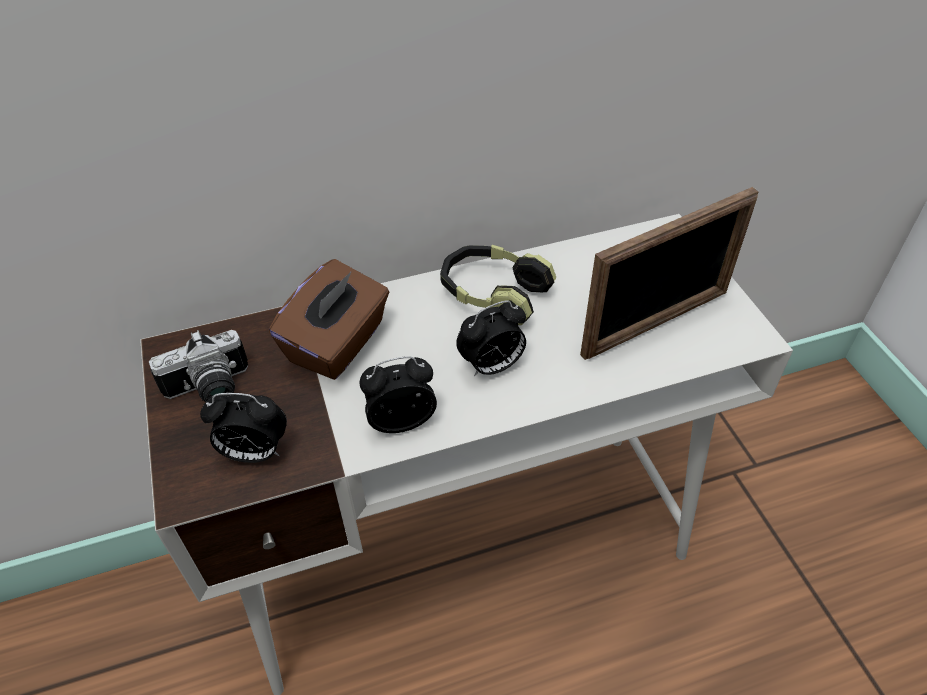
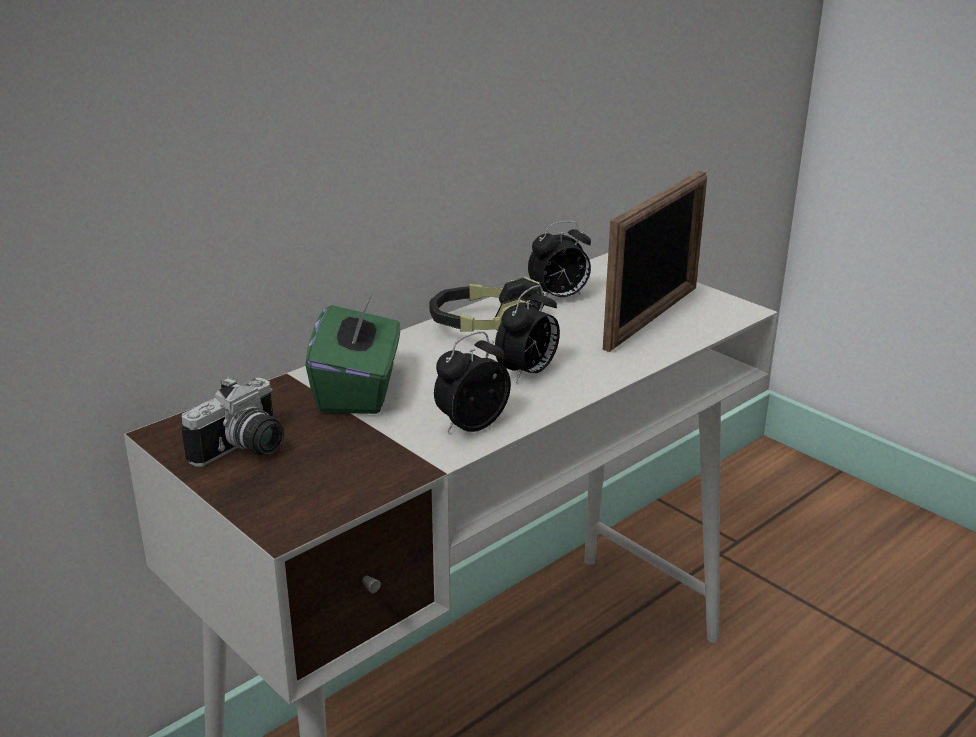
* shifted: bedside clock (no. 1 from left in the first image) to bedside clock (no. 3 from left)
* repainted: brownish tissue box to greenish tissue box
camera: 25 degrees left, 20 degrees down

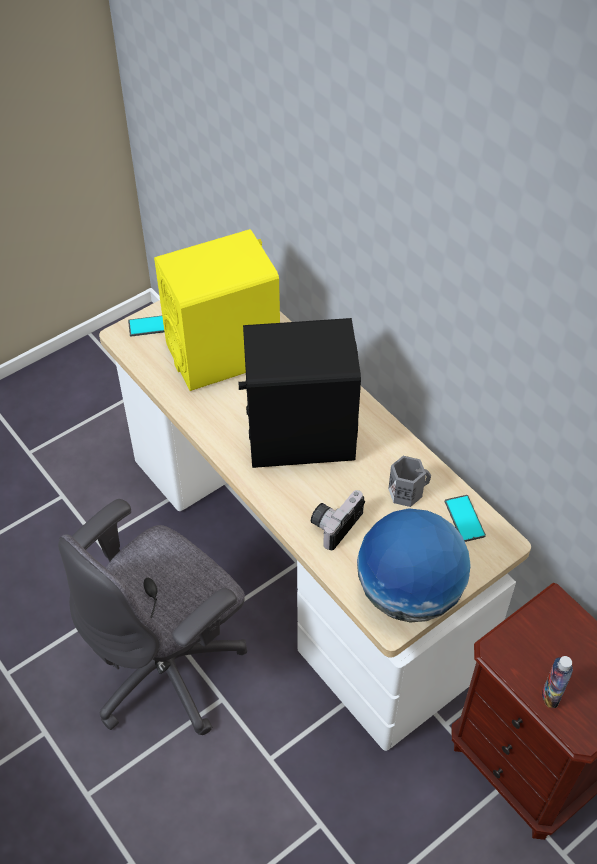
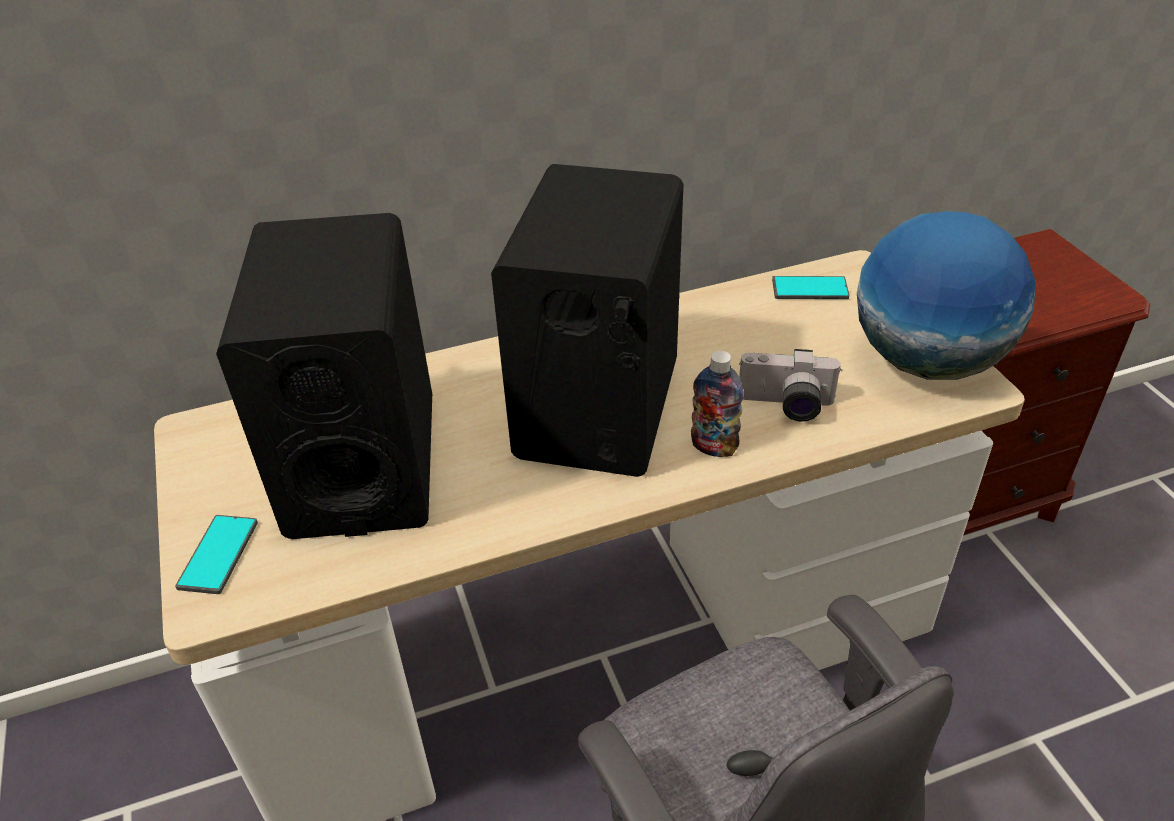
* gone: greyish tea mug
* shifted: bottle
* repainted: yellowish audio speaker to blackish audio speaker (no. 1 from left)
* rotated: photo camera 45 degrees counterclockwise
camera: 70 degrees left, 10 degrees down

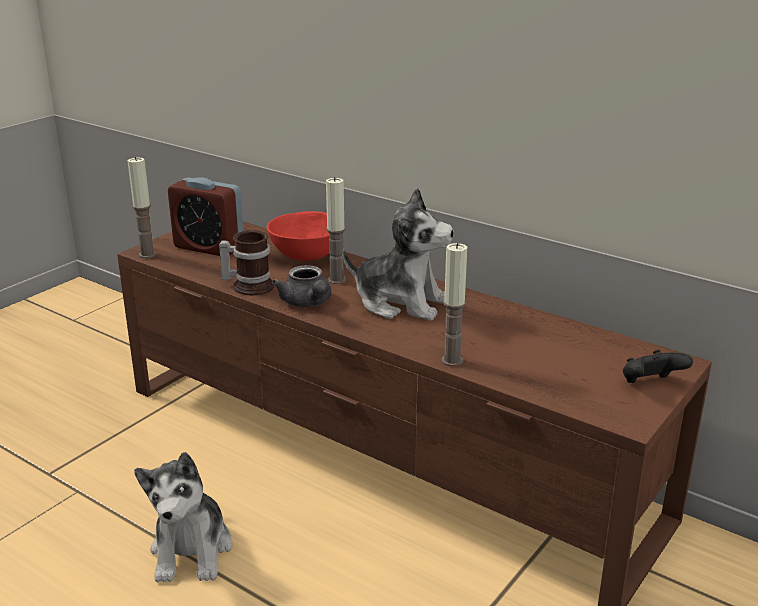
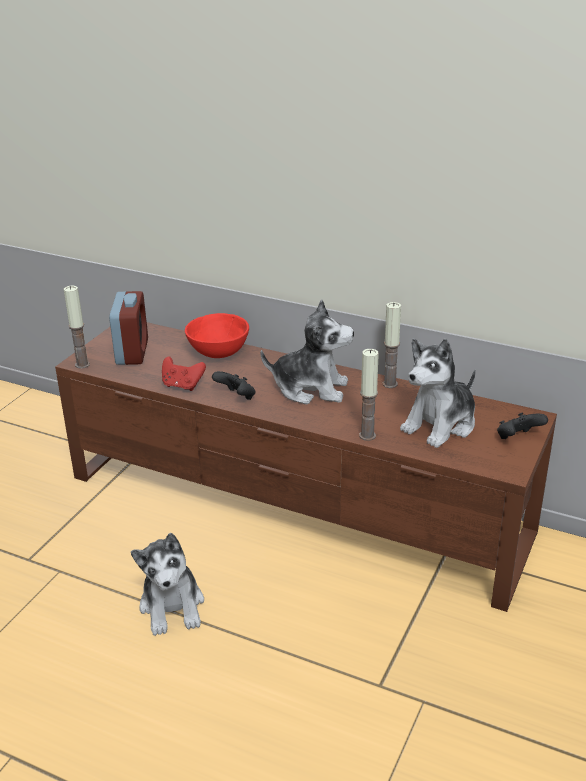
* new: cuddly toy (no. 3 from left)
* shifted: wax candle (no. 2 from left in the first image) to wax candle (no. 3 from left)
* swapped: tea mug to reddish joypad
* swapped: greyish tea pot to blackish joypad (no. 1 from left)
* rotated: bedside clock 105 degrees counterclockwise
camera: 10 degrees left, 5 degrees up

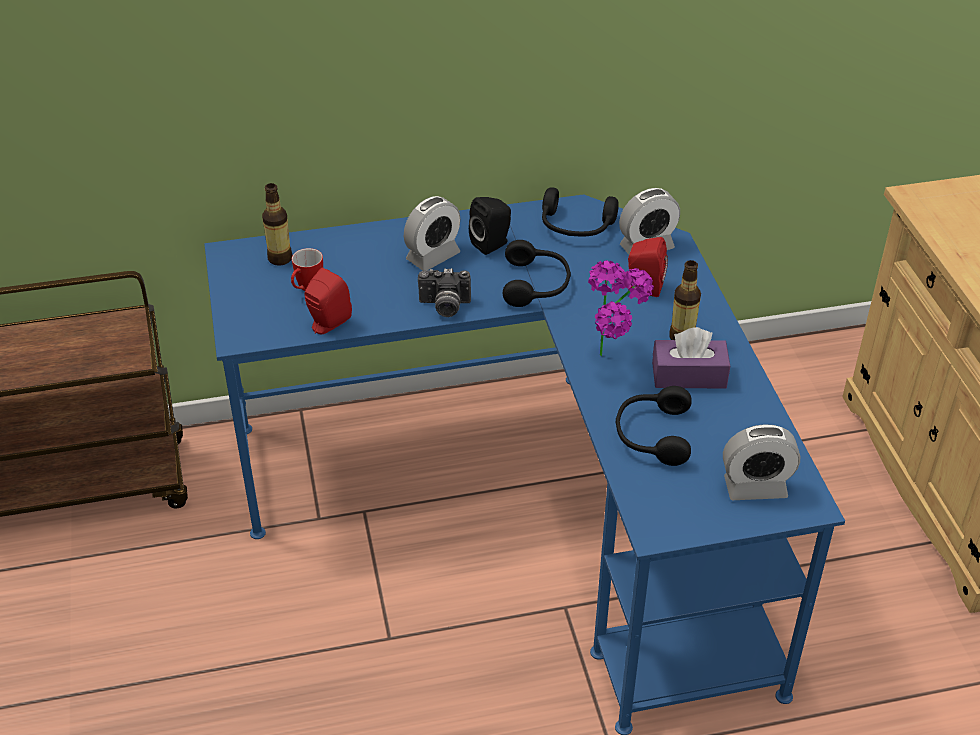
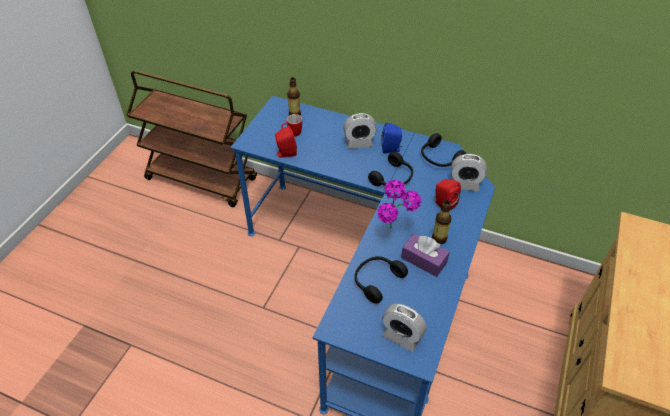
* gone: photo camera
* repainted: blackish audio speaker to bluish audio speaker
camera: 35 degrees right, 5 degrees up

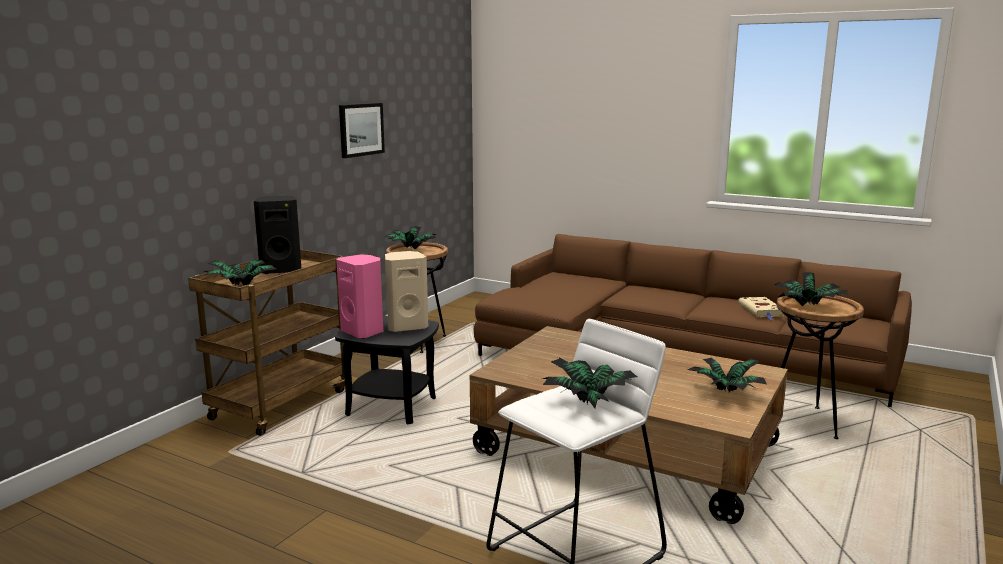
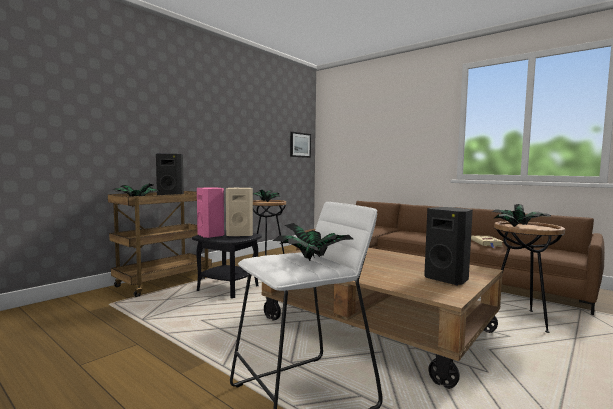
* shifted: picture
* swapped: houseplant (no. 4 from left) to blackish audio speaker (no. 2 from left)
camera: 10 degrees right, 10 degrees down

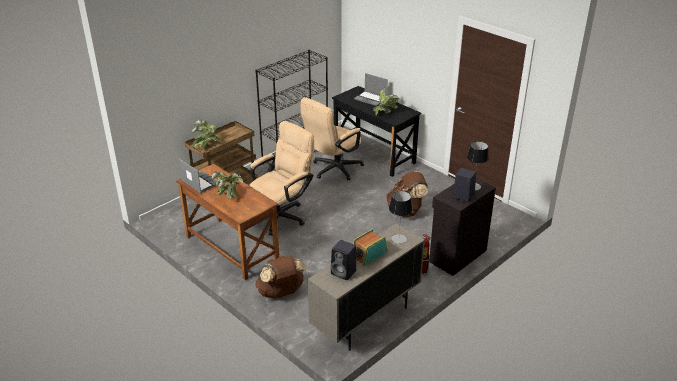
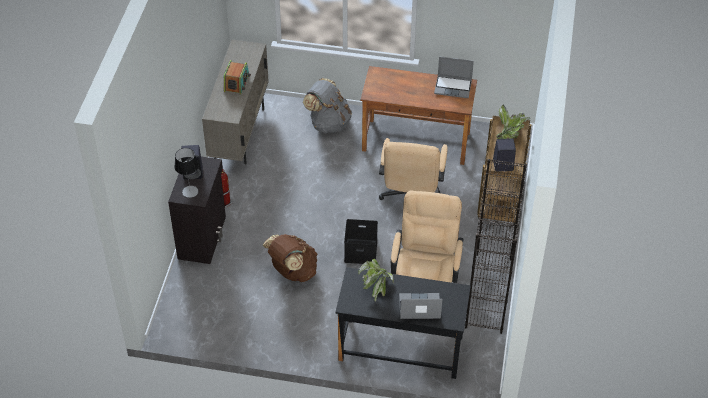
* gone: houseplant (no. 2 from left)
* gone: lamp for a table (no. 1 from left)
* new: blackish storage container
* shifted: blackish audio speaker (no. 1 from left in the first image) to blackish audio speaker (no. 2 from left)
* repainted: brownish knapsack (no. 1 from left) to greyish knapsack
camera: 145 degrees right, 15 degrees up

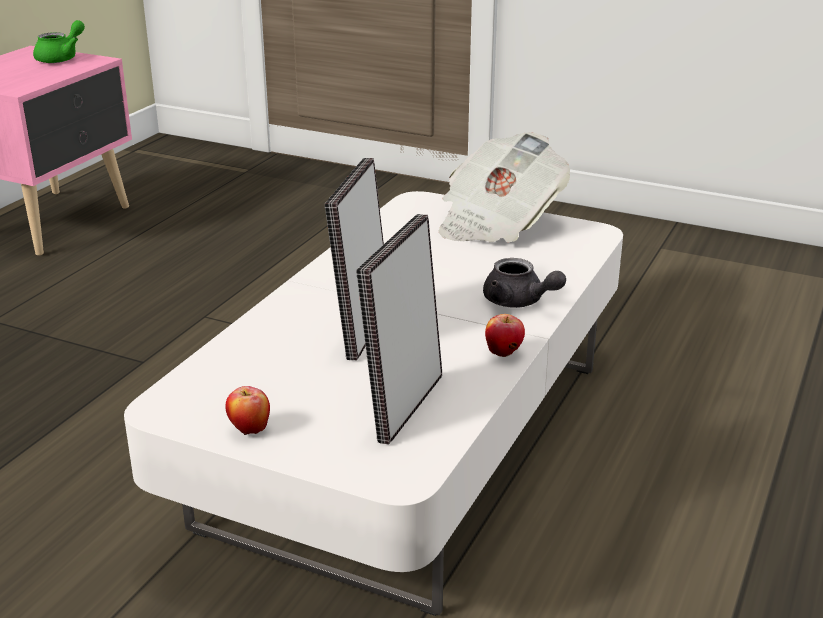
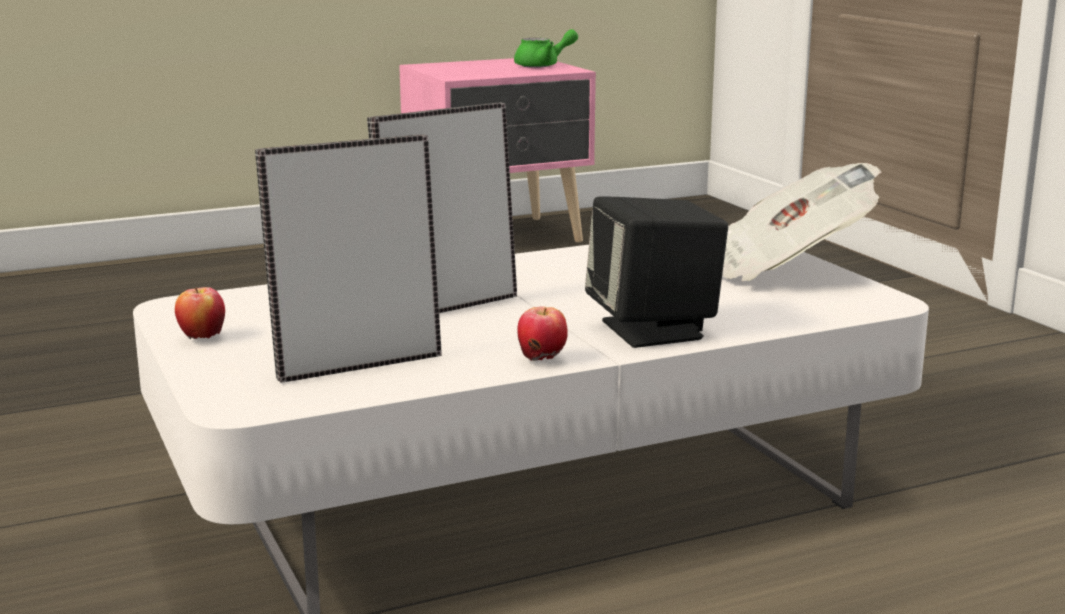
* swapped: greyish tea pot to blackish audio speaker
camera: 40 degrees right, 10 degrees down

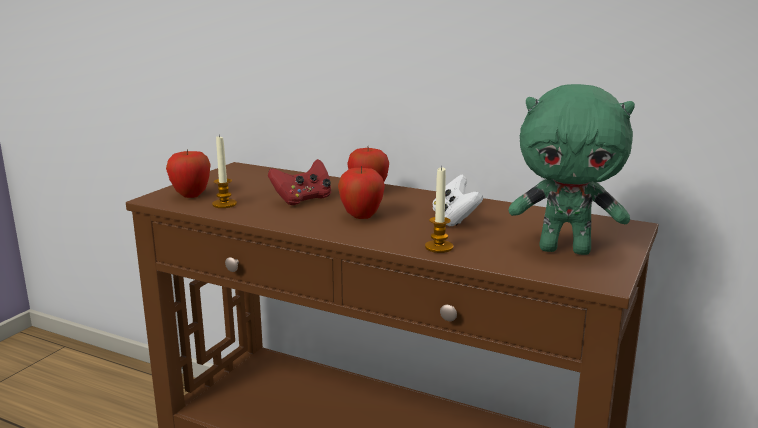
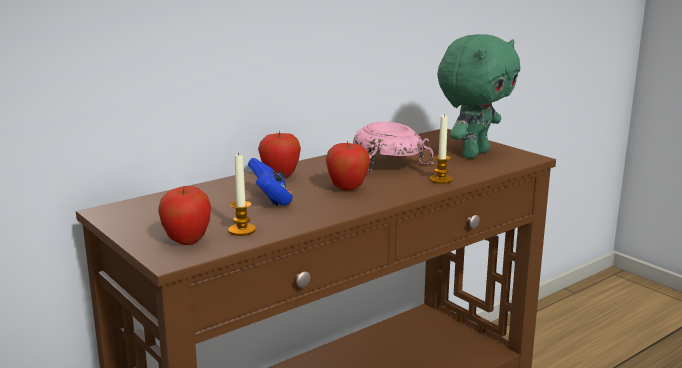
* swapped: white joypad to pink deep dish
* repainted: reddish joypad to bluish joypad
camera: 65 degrees left, 0 degrees up

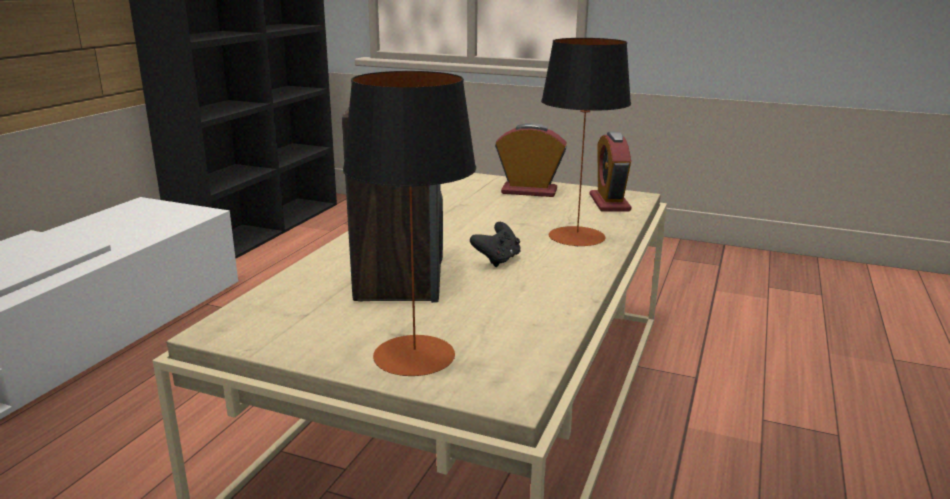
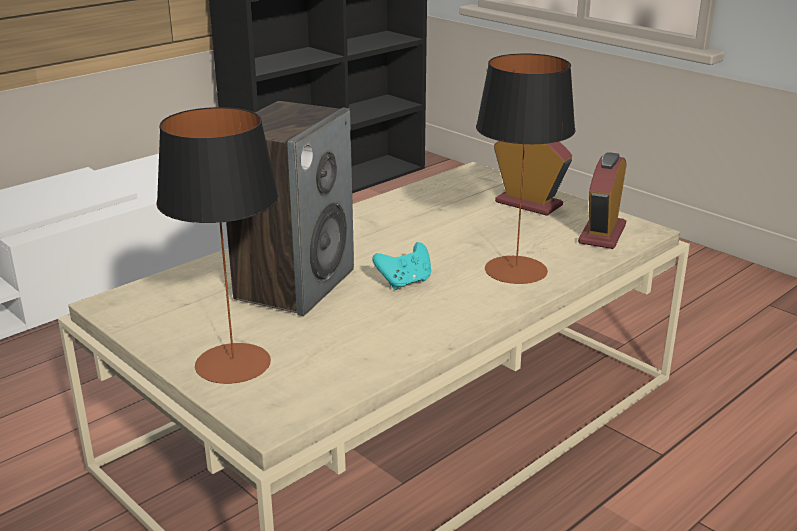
* repainted: blackish joypad to blue-green joypad
camera: 25 degrees right, 5 degrees up

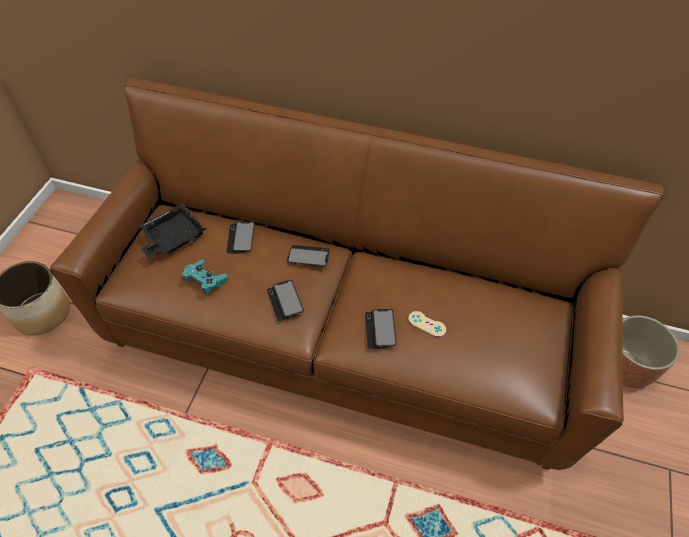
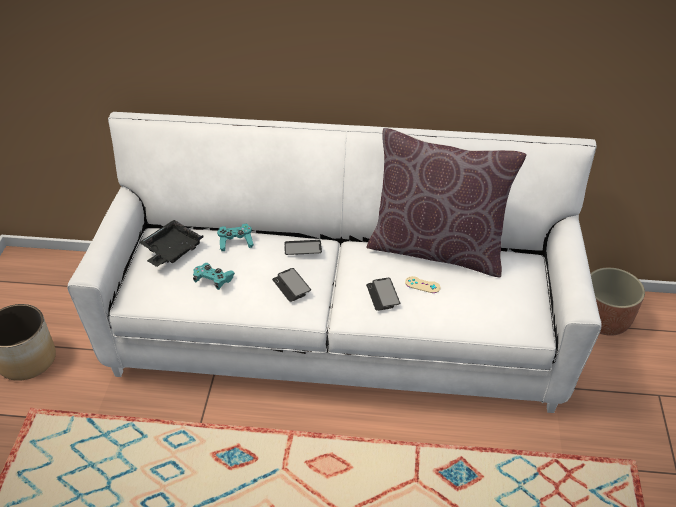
* new: brownish throw pillow
* swapped: telephone (no. 1 from left) to blue-green joypad (no. 2 from left)
* repainted: brownish settee to white settee
camera: 10 degrees left, 10 degrees down

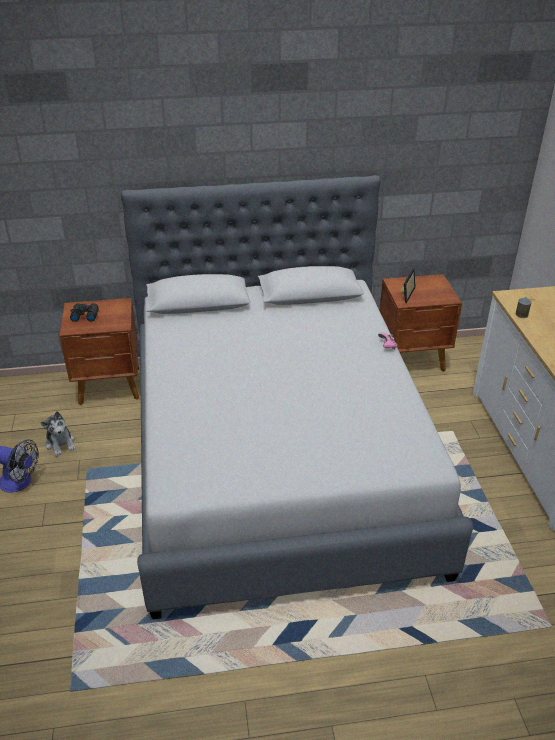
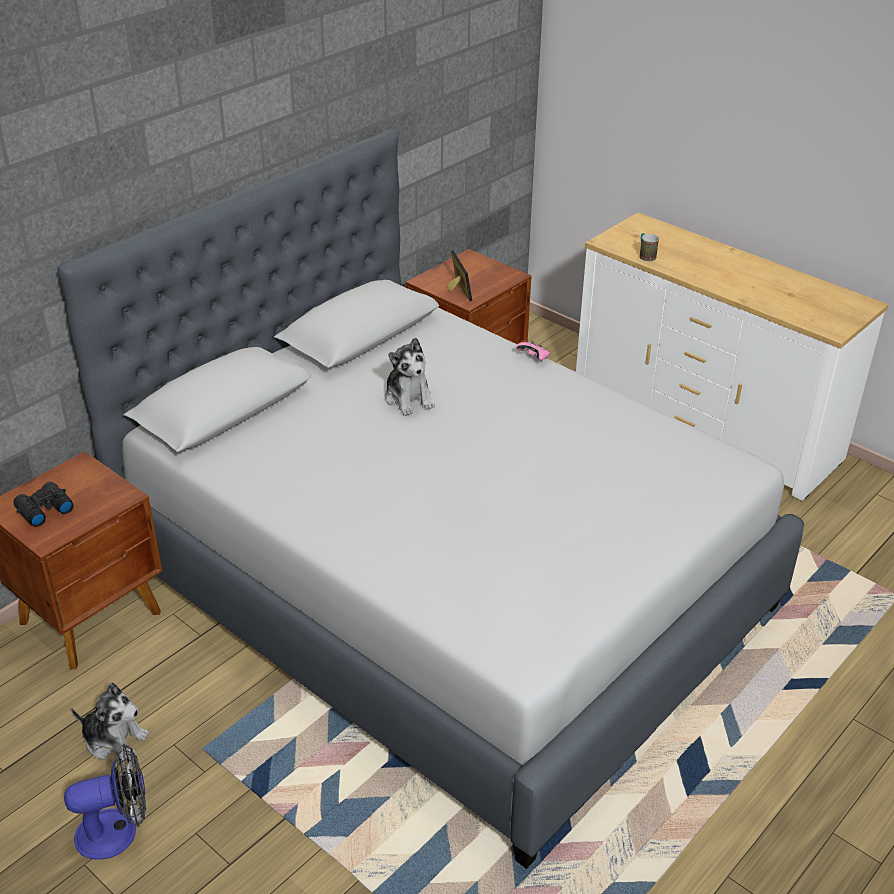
* new: cuddly toy (no. 2 from left)
camera: 40 degrees left, 0 degrees up

